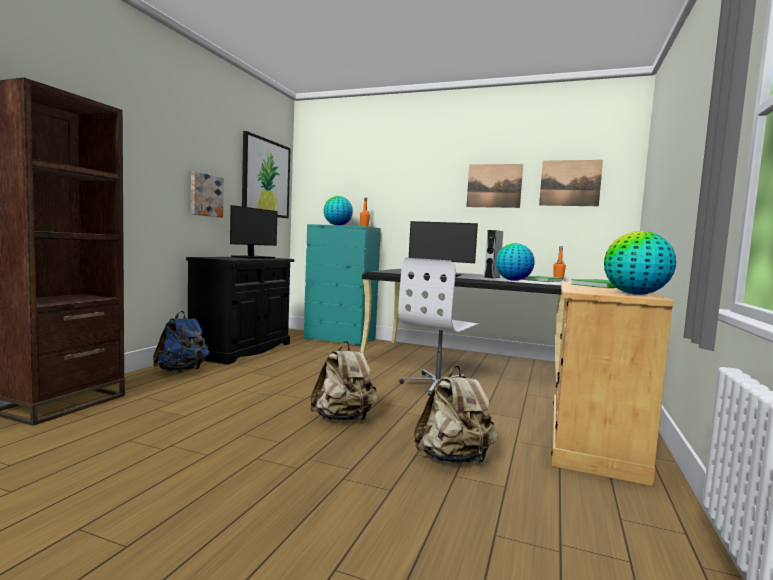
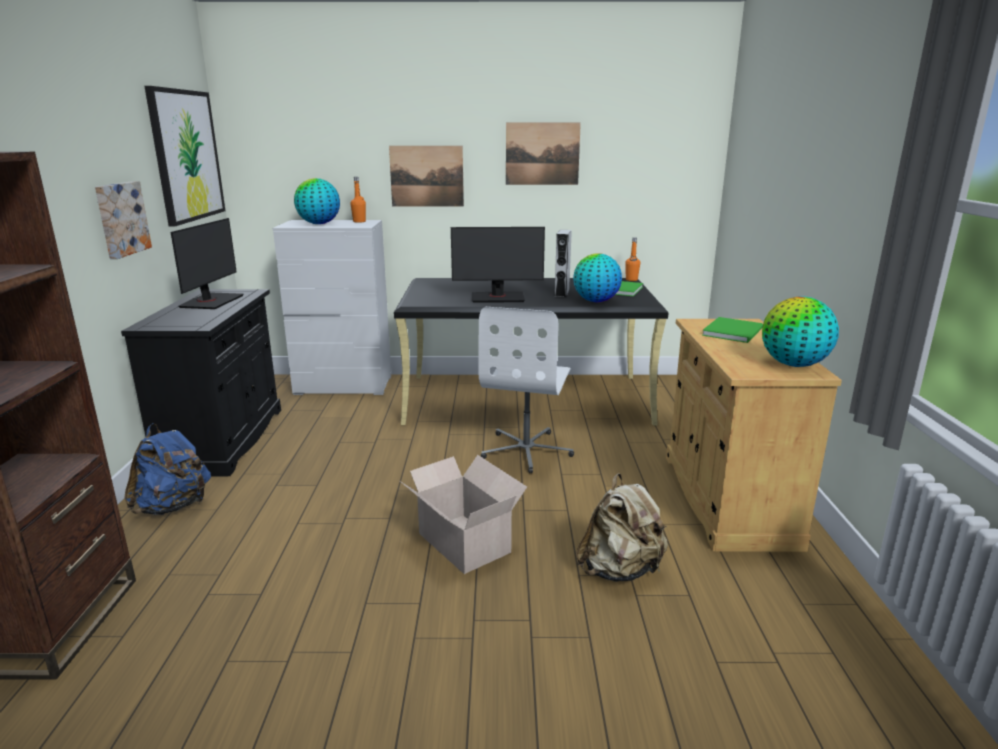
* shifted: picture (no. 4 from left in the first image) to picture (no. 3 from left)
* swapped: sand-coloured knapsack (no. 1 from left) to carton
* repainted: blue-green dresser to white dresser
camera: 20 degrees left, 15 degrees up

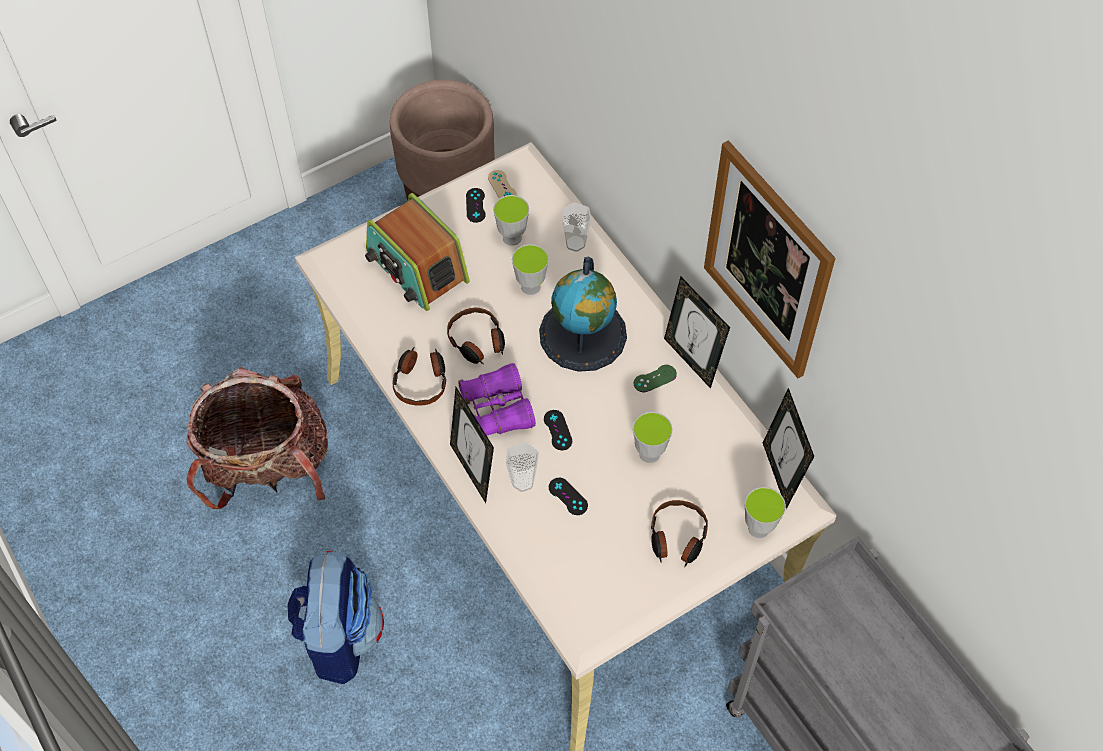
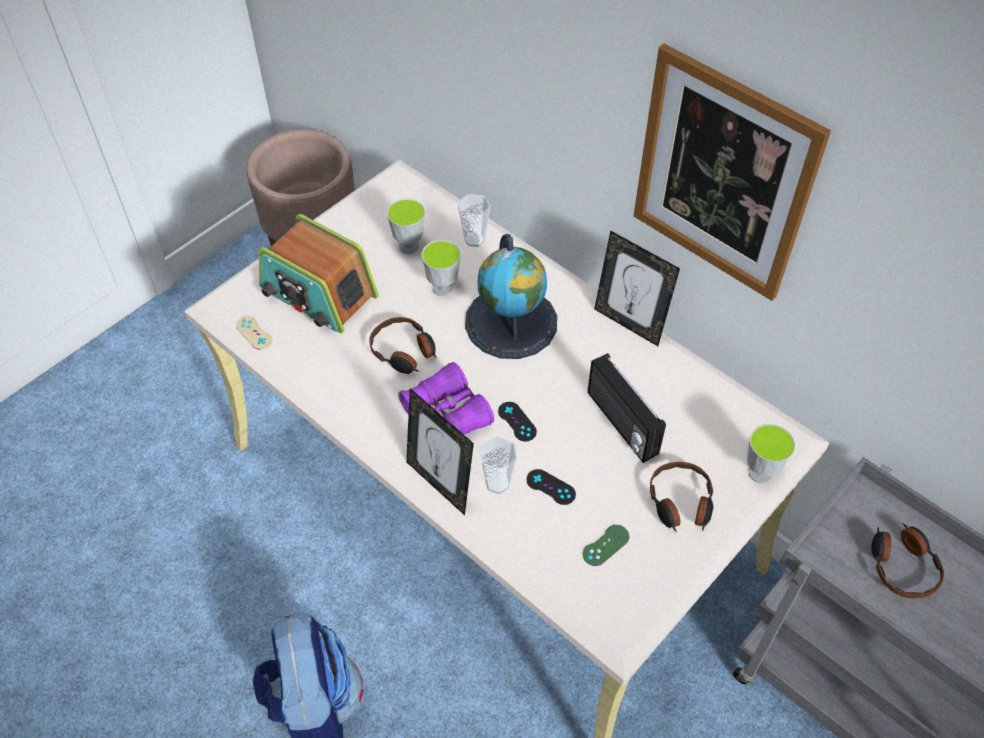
* gone: knapsack (no. 1 from left)
* gone: blackish joypad (no. 1 from left)
* gone: picture frame (no. 3 from left)
* shifted: pair of headphones (no. 1 from left in the first image) to pair of headphones (no. 3 from left)
* shifted: sand-coloured joypad
* shifted: greenish joypad
* swapped: small cup (no. 5 from left) to radio set (no. 2 from left)
camera: 15 degrees left, 5 degrees down

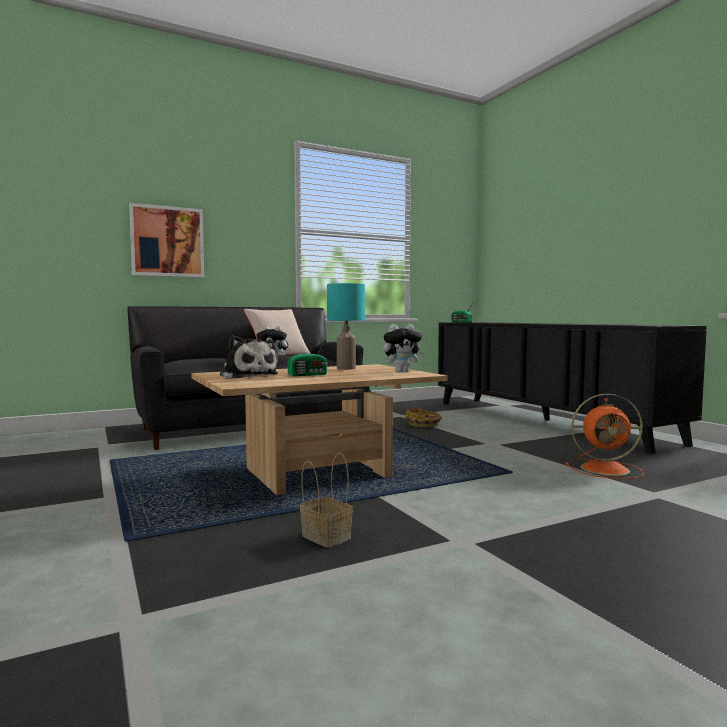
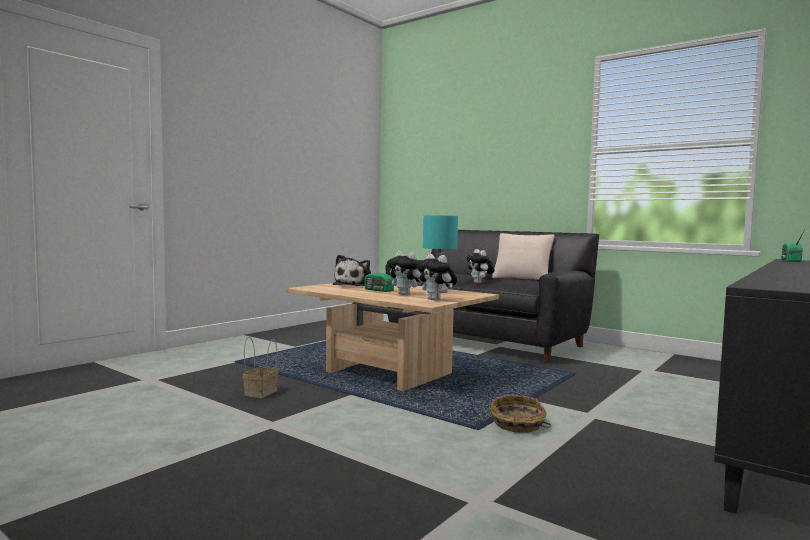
* gone: picture
* gone: orange-coloured cooling fan
* new: cuddly toy (no. 2 from left)
* shifted: basket (no. 2 from left)
camera: 65 degrees right, 0 degrees up

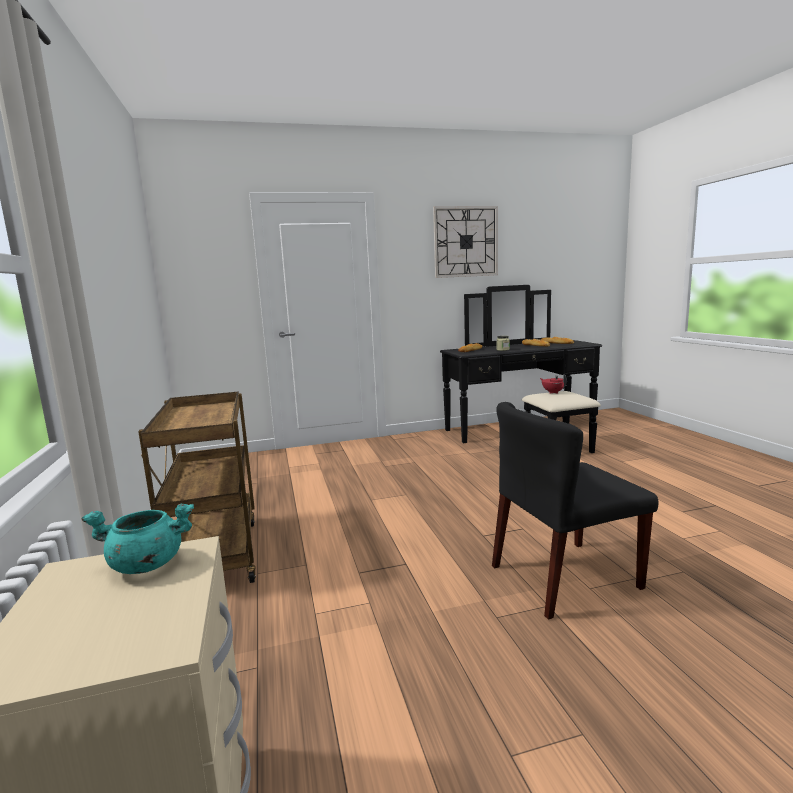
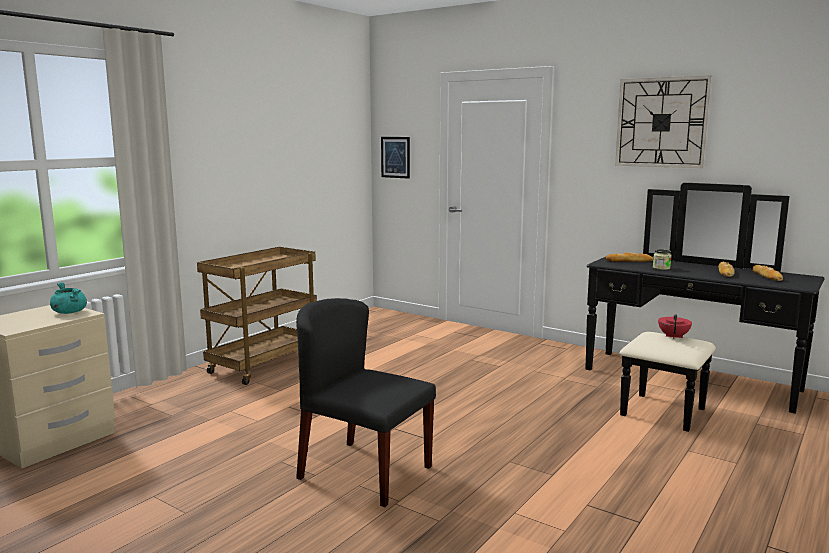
* new: picture
camera: 50 degrees right, 0 degrees up

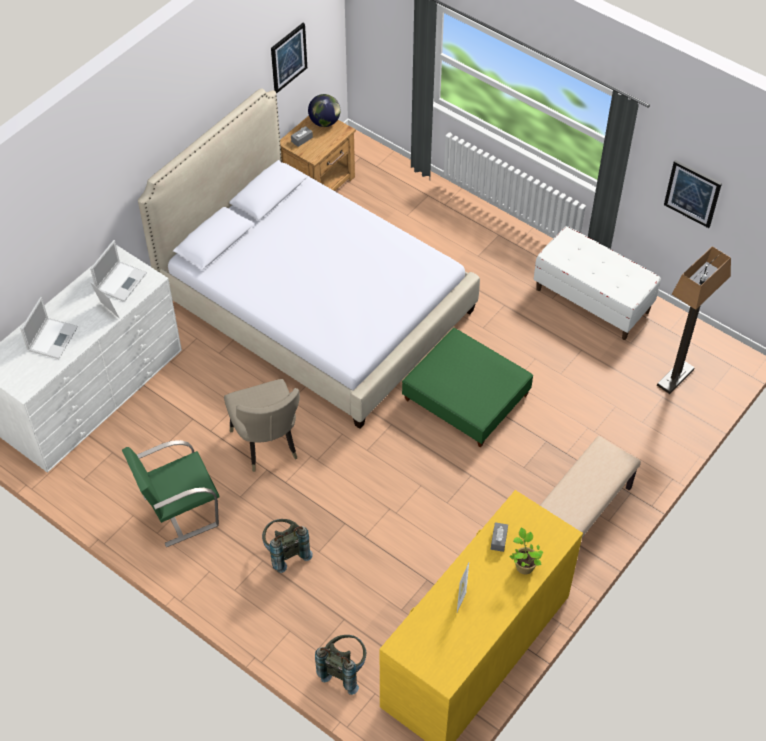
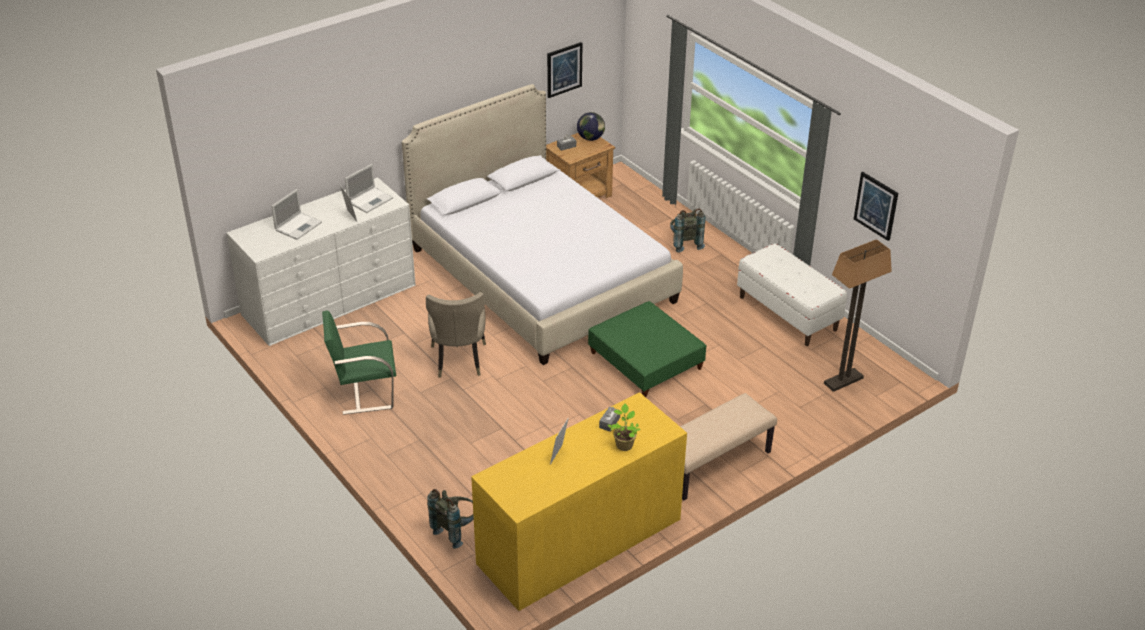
* shifted: greyish knapsack (no. 1 from left in the first image) to greyish knapsack (no. 2 from left)
camera: 15 degrees right, 15 degrees down

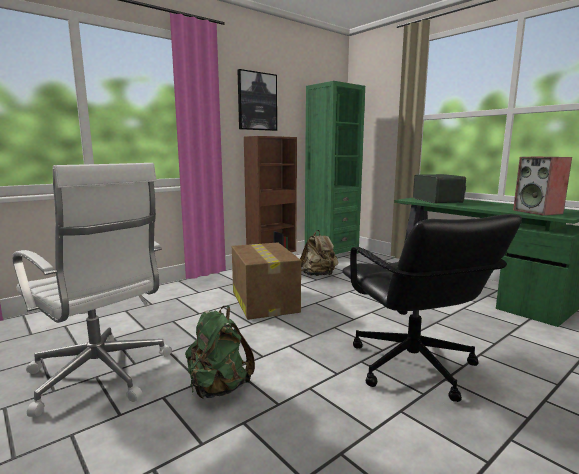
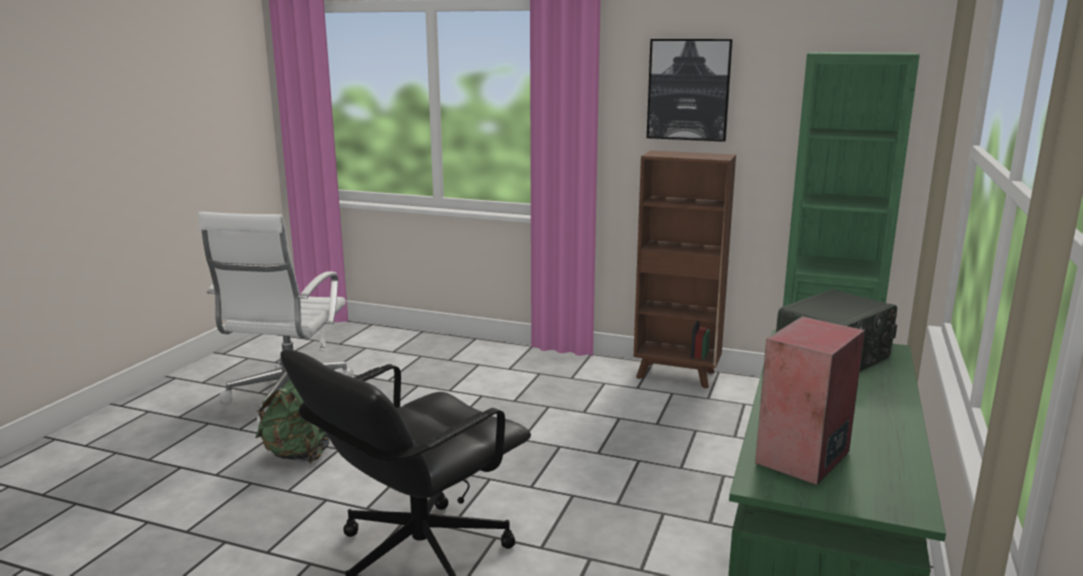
* gone: carton
* gone: sand-coloured knapsack
camera: 60 degrees right, 5 degrees up

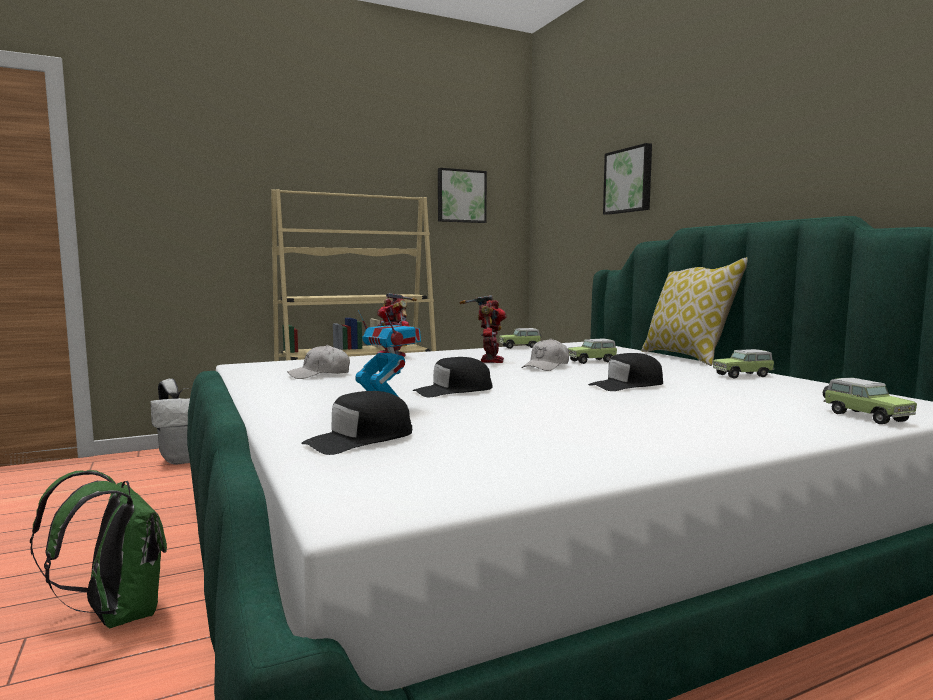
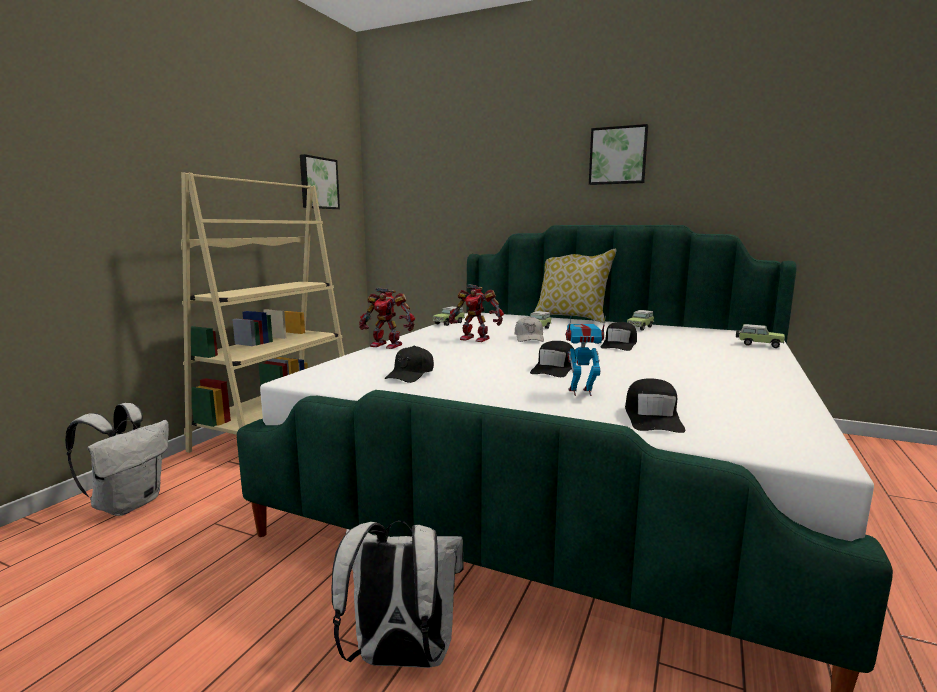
* shifted: picture (no. 2 from left)
* repainted: greenish knapsack to white knapsack (no. 2 from left)
* repainted: white baseball cap (no. 1 from left) to blackish baseball cap (no. 1 from left)
* rotated: toy robot (no. 3 from left in the first image) 150 degrees clockwise
camera: 40 degrees left, 5 degrees up

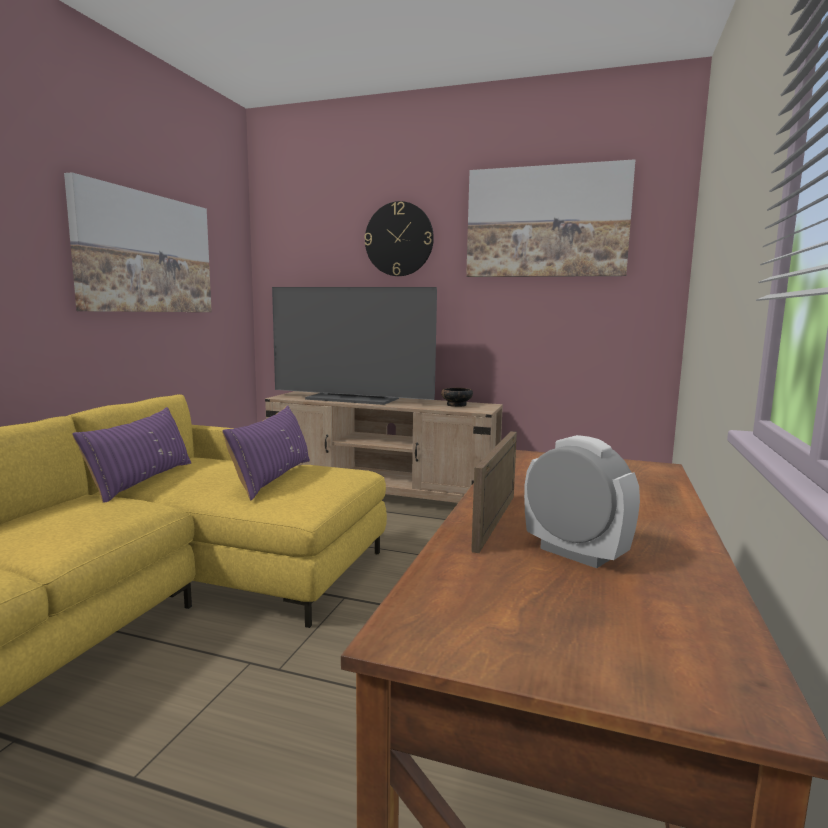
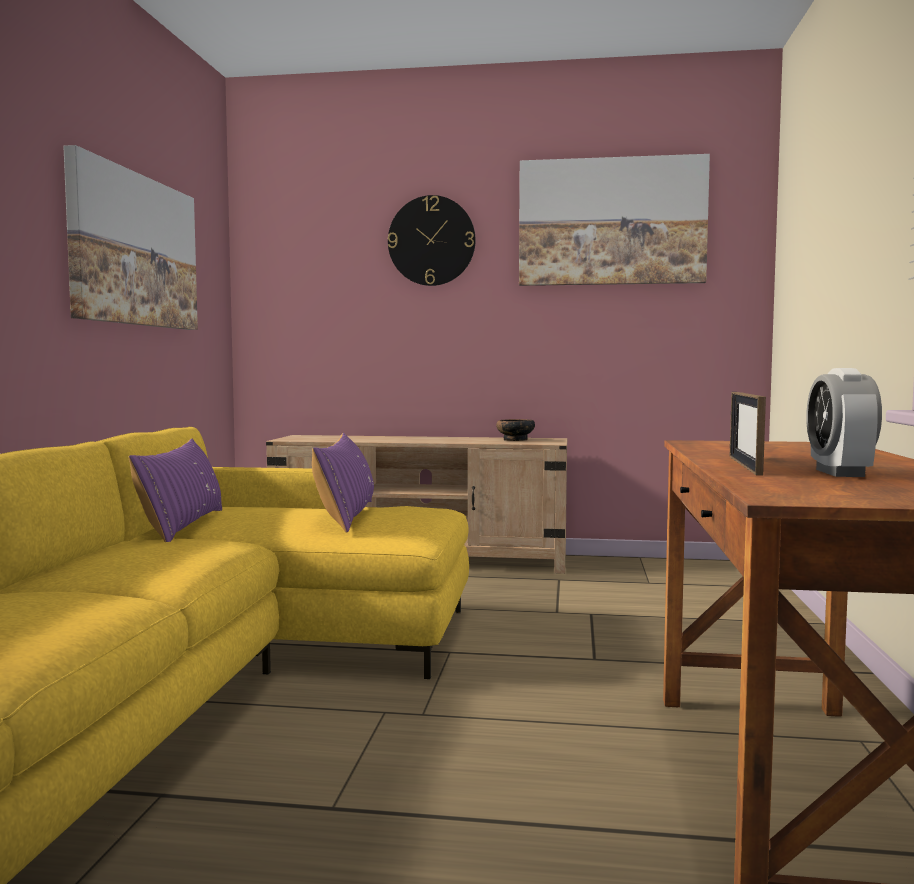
* gone: TV set
* rotated: bedside clock 120 degrees counterclockwise
camera: 10 degrees left, 5 degrees down

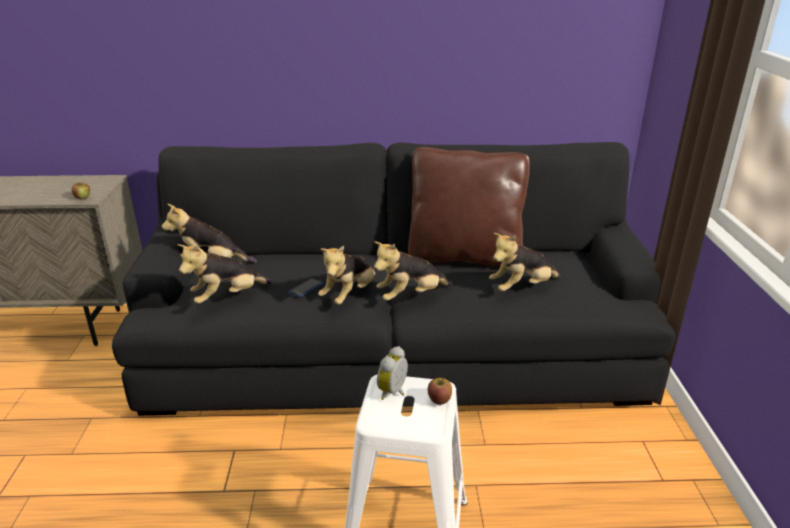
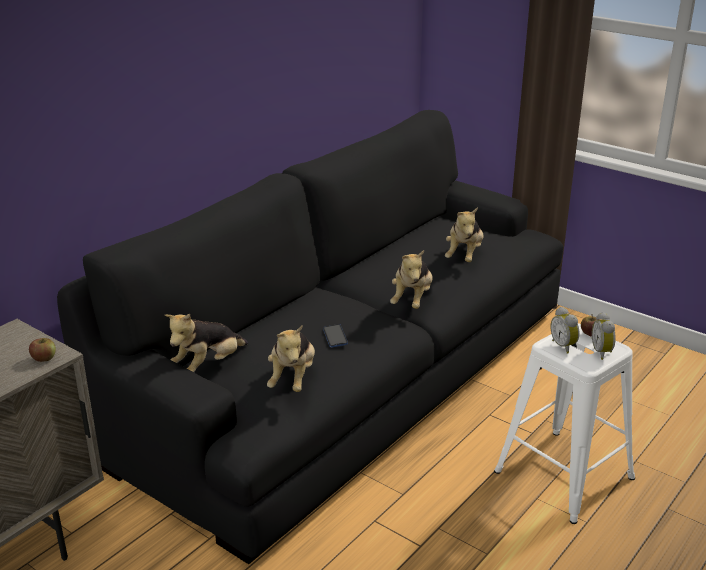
* gone: cuddly toy (no. 3 from left)
* gone: brownish throw pillow
* new: bedside clock (no. 2 from left)
camera: 50 degrees left, 0 degrees up

